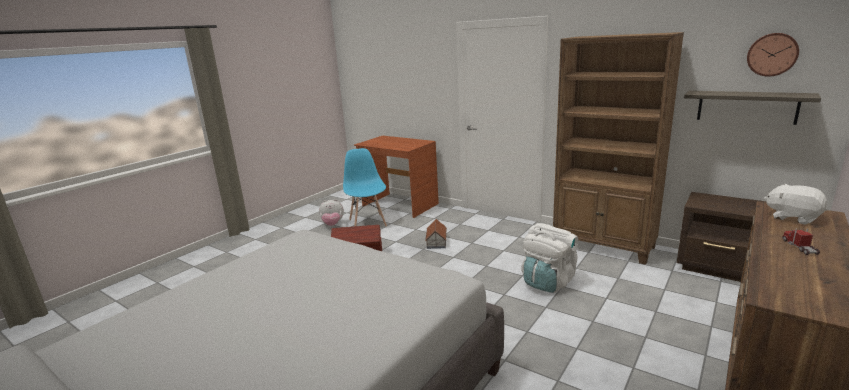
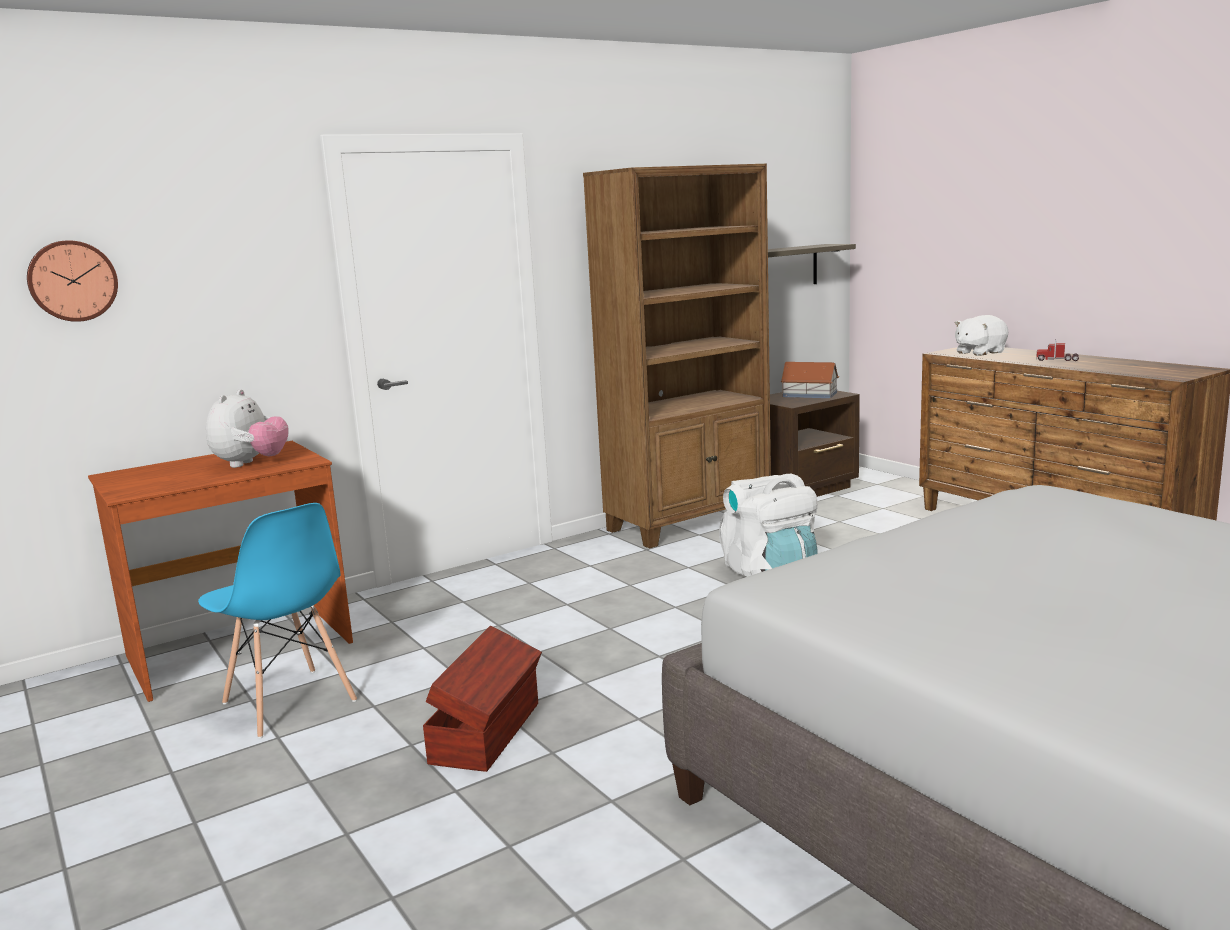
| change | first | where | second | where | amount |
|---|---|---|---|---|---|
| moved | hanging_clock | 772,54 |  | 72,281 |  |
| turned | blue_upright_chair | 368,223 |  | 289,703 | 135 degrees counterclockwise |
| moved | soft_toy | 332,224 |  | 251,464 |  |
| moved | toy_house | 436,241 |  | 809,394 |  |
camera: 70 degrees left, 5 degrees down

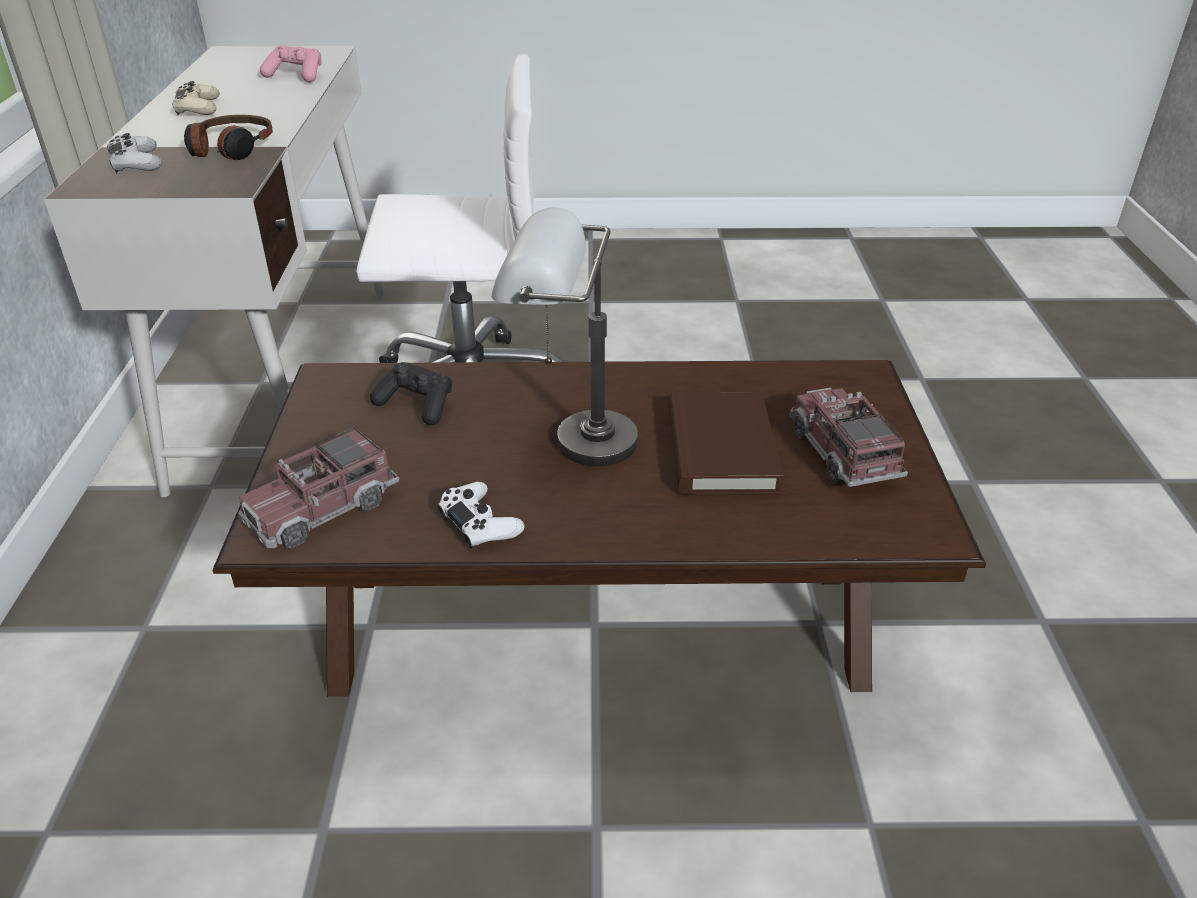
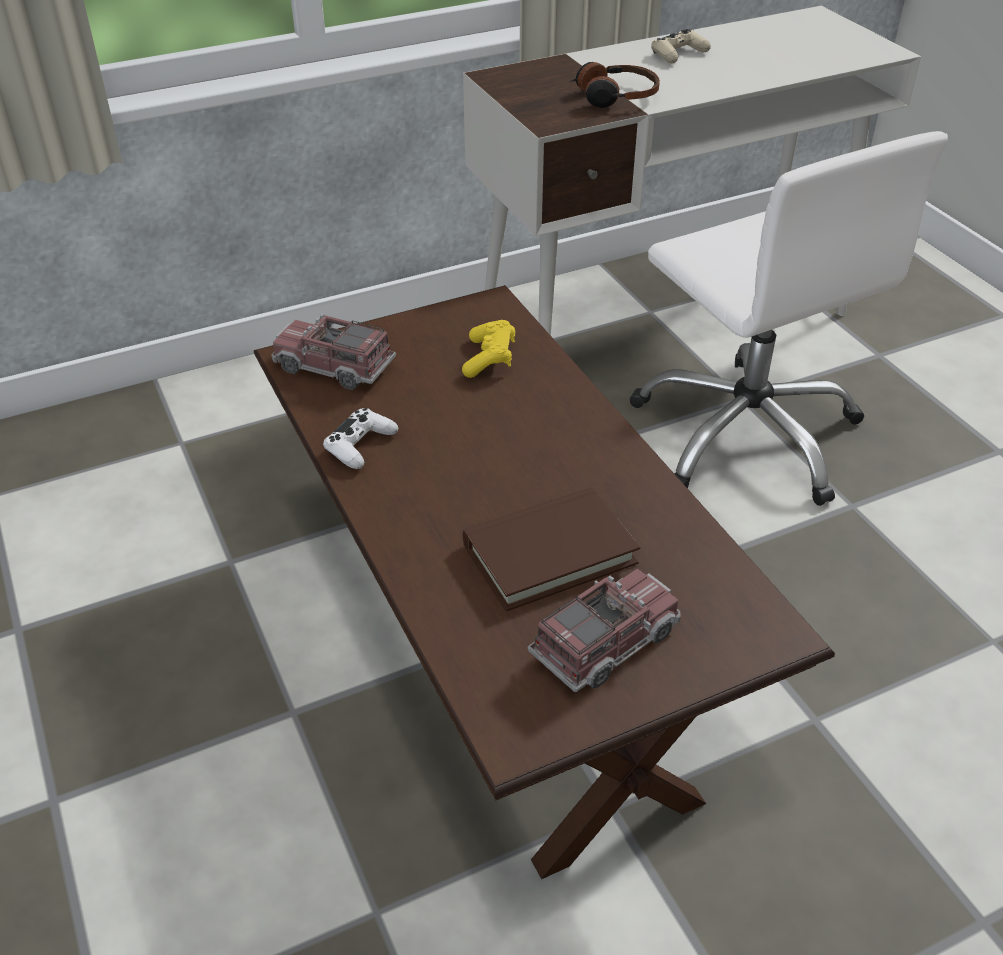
| change | first | where | second | where | amount |
|---|---|---|---|---|---|
| recoloured | black_game_controller | 417,405 | yellow-coloured_game_controller | 489,359 |  |
| removed | white_game_controller | 136,163 |  |  |  |
| removed | pink-coloured_game_controller | 296,76 |  |  |  |
| removed | grey_tabletop_lamp | 568,441 |  |  |  |
camera: 65 degrees right, 5 degrees up

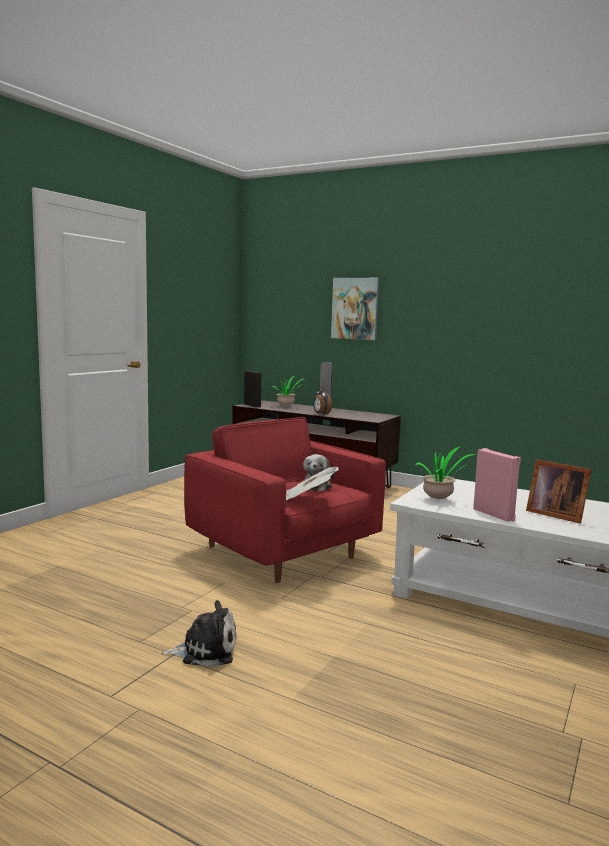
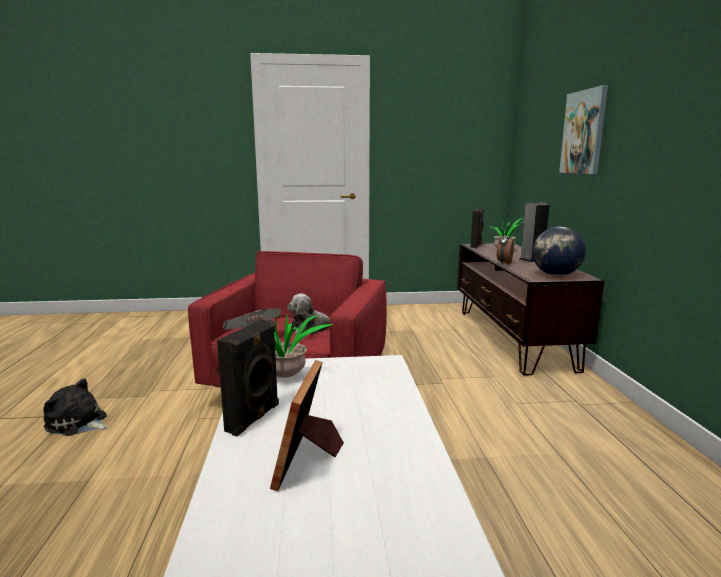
| change | first | where | second | where | amount |
|---|---|---|---|---|---|
| turned | soft_toy | 205,650 |  | 78,423 | 150 degrees clockwise |
| recoloured | pink-coloured_audio_speaker | 494,514 | black_audio_speaker | 254,418 |  |
| added |  |  | globe | 556,275 |  |
camera: 55 degrees right, 5 degrees up

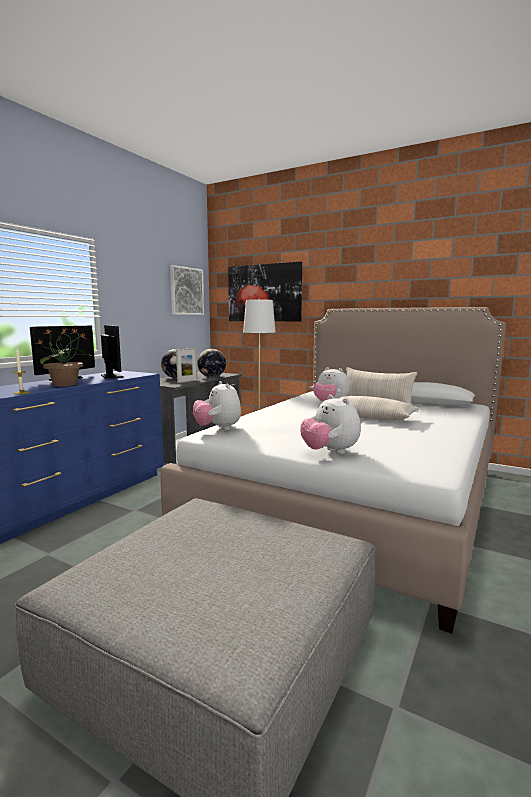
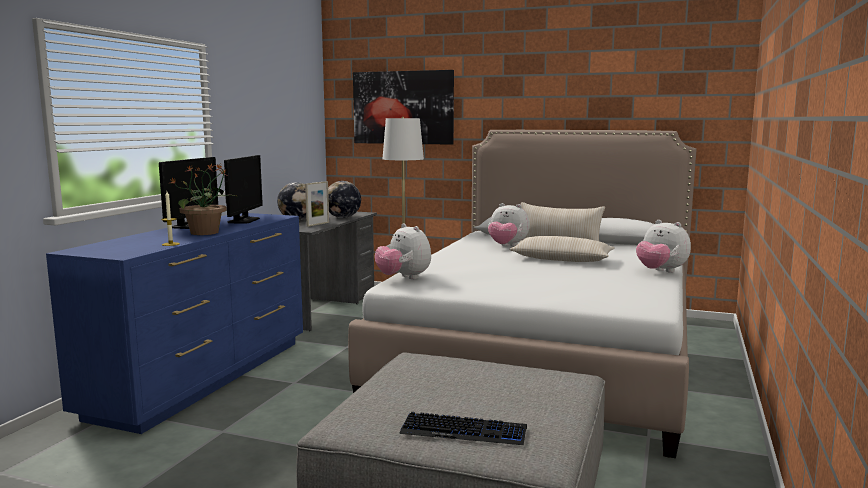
| change | first | where | second | where | amount |
|---|---|---|---|---|---|
| turned | monitor | 111,376 |  | 243,220 | 45 degrees clockwise |
| added |  |  | computer_keyboard | 464,431 |  |
| moved | soft_toy | 330,452 |  | 660,271 |  |
| removed | wall_art | 186,291 |  |  |  |
camera: 10 degrees left, 0 degrees up

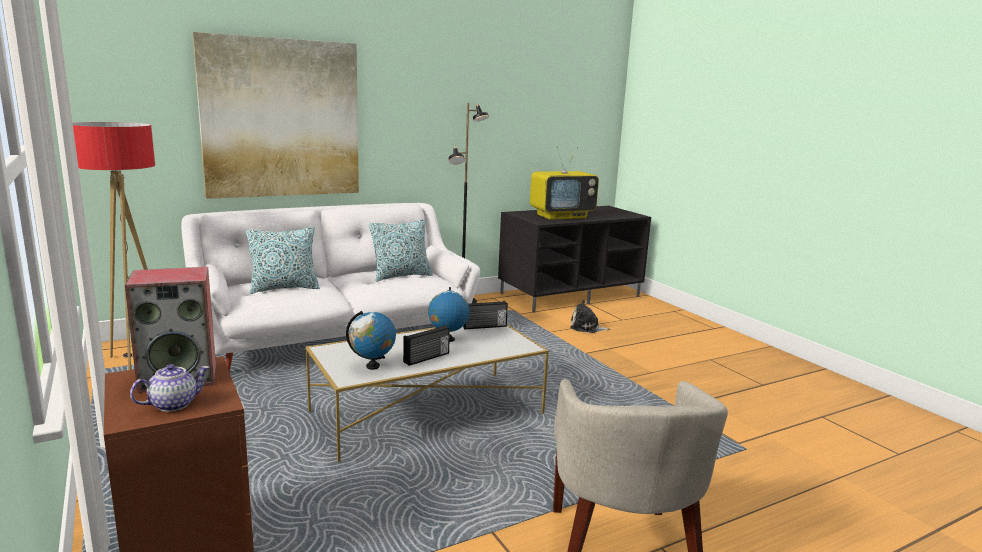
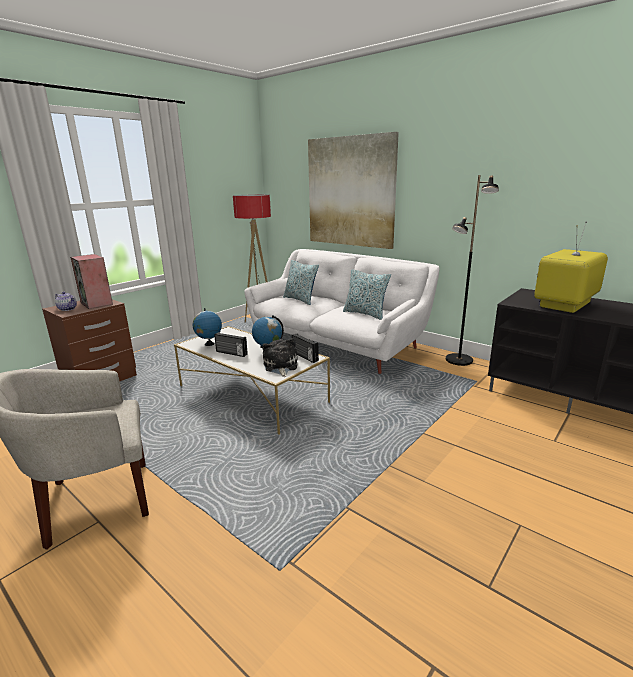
| change | first | where | second | where | amount |
|---|---|---|---|---|---|
| moved | soft_toy | 586,327 |  | 280,366 |  |
| turned | TV_set | 562,216 |  | 565,305 | 90 degrees clockwise |
camera: 70 degrees right, 5 degrees up

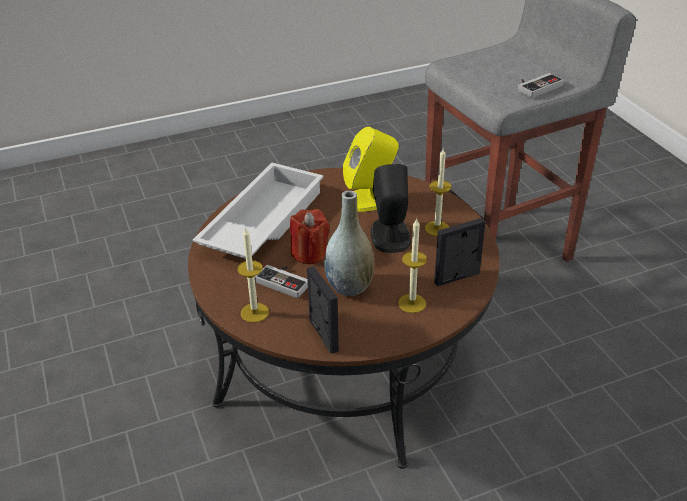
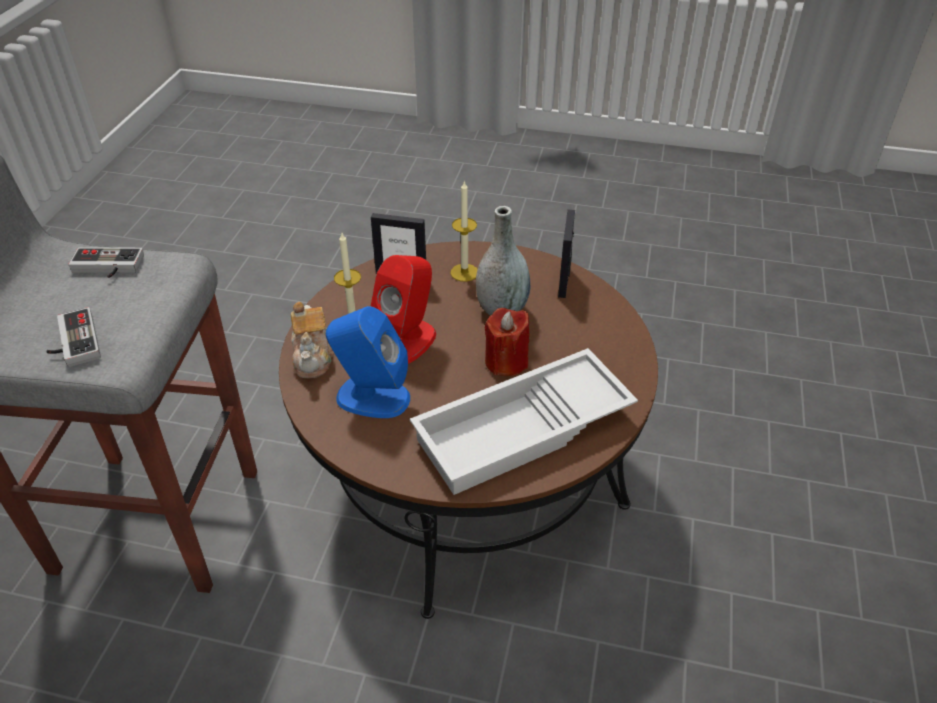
| change | first | where | second | where | amount |
|---|---|---|---|---|---|
| moved | game_controller | 285,281 |  | 72,342 |  |
| added |  |  | teapot | 313,357 |  |
| recoloured | yellow-coloured_audio_speaker | 370,199 | blue_audio_speaker | 372,397 |  |
| recoloured | black_audio_speaker | 390,236 | red-coloured_audio_speaker | 406,341 |  |
| removed | candle | 254,312 |  |  |  |
camera: 145 degrees left, 5 degrees up

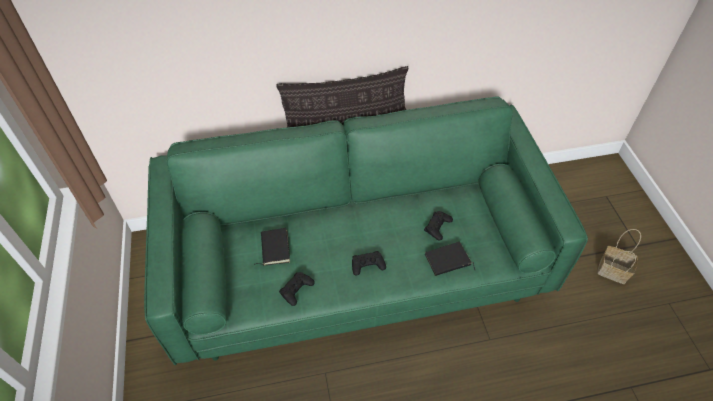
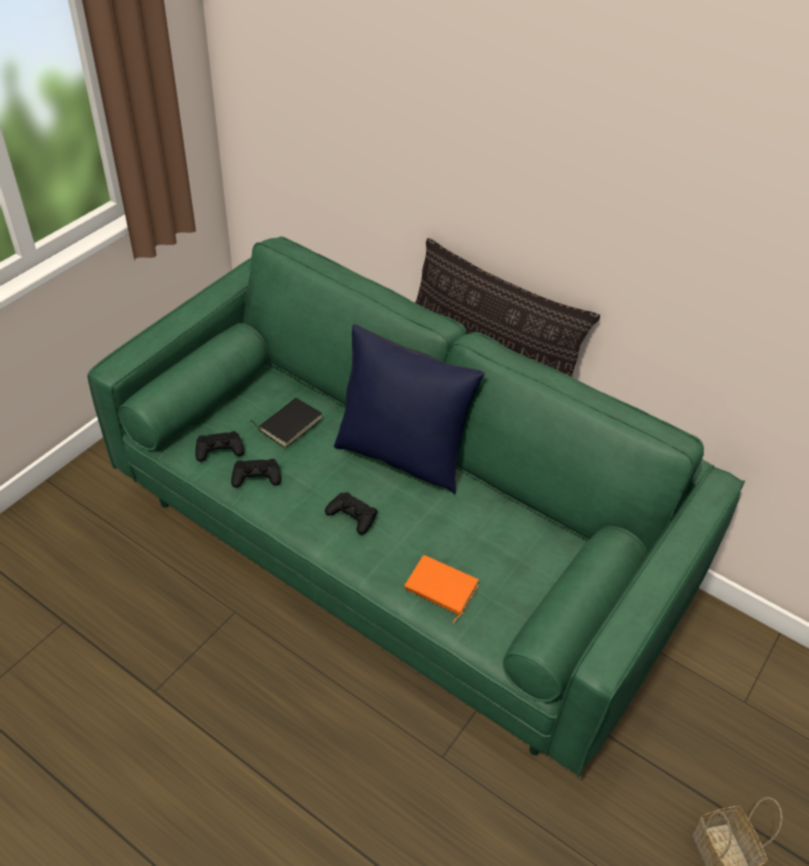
| change | first | where | second | where | amount |
|---|---|---|---|---|---|
| moved | black_game_controller | 437,227 |  | 219,450 |  |
| added |  |  | blue_pillow | 401,455 |  |
| recoloured | black_volume | 448,261 | orange-coloured_volume | 440,589 |  |
camera: 45 degrees right, 5 degrees down

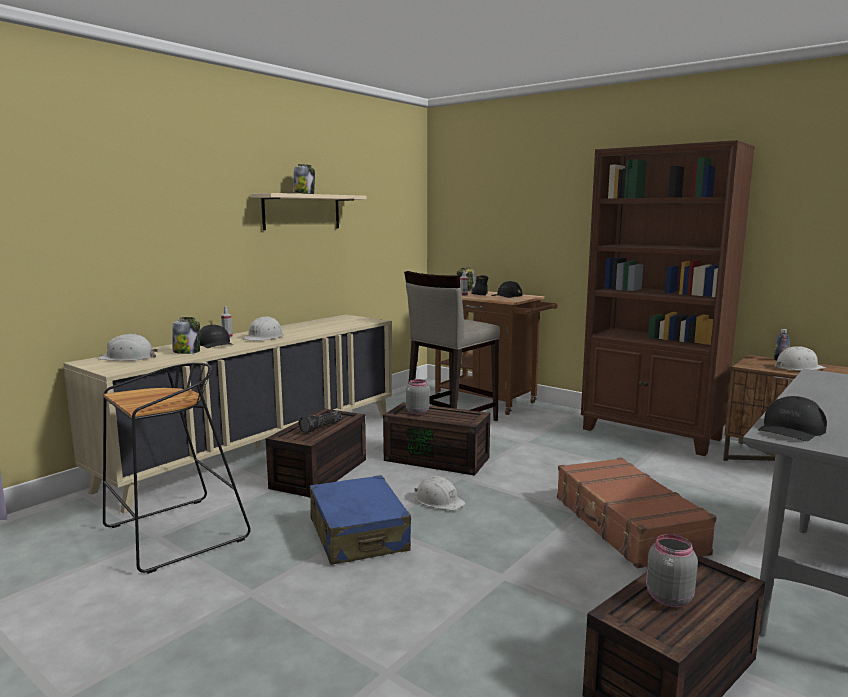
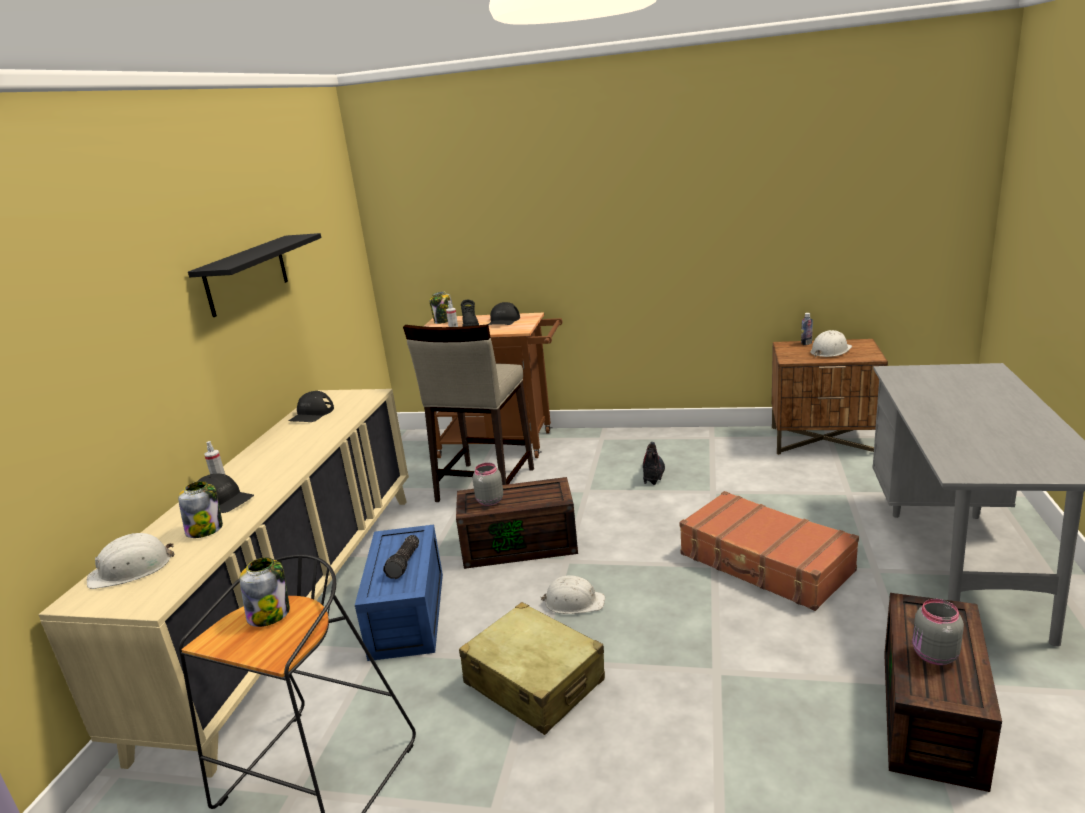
| change | first | where | second | where | amount |
|---|---|---|---|---|---|
| recoloured | beige_bracket_shelf | 302,212 | black_bracket_shelf | 247,275 |  |
| moved | jar | 304,194 |  | 270,614 |  |
| moved | black_cap | 790,429 |  | 311,414 |  |
| recoloured | brownish_storage_bin | 320,474 | blue_storage_bin | 409,615 |  |
| recoloured | blue_travel_case | 358,535 | beige_travel_case | 534,682 |  |
| added |  |  | boot | 653,473 |  |
| removed | white_work_helmet | 264,337 |  |  |  |
| removed | brownish_bookcase | 651,434 |  |  |  |
camera: 25 degrees left, 10 degrees up

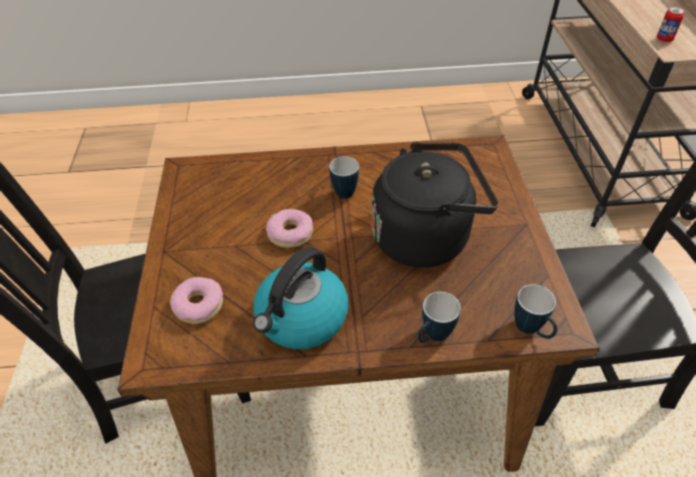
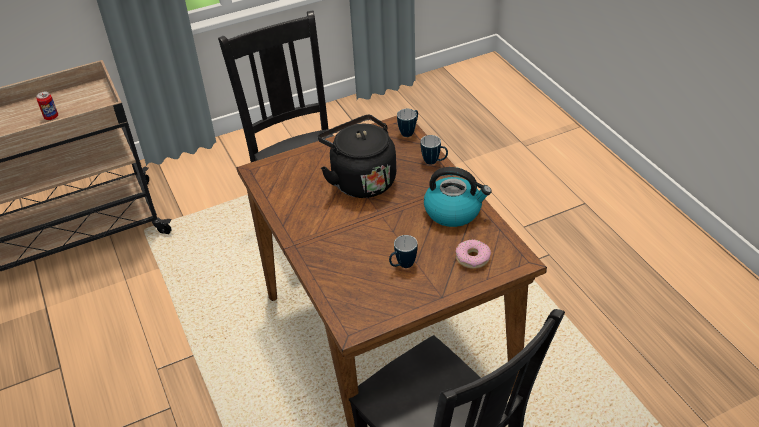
| change | first | where | second | where | amount |
|---|---|---|---|---|---|
| moved | mug | 343,189 |  | 402,266 |  |
| removed | ring_doughnut | 290,233 |  |  |  |
camera: 110 degrees left, 5 degrees down

